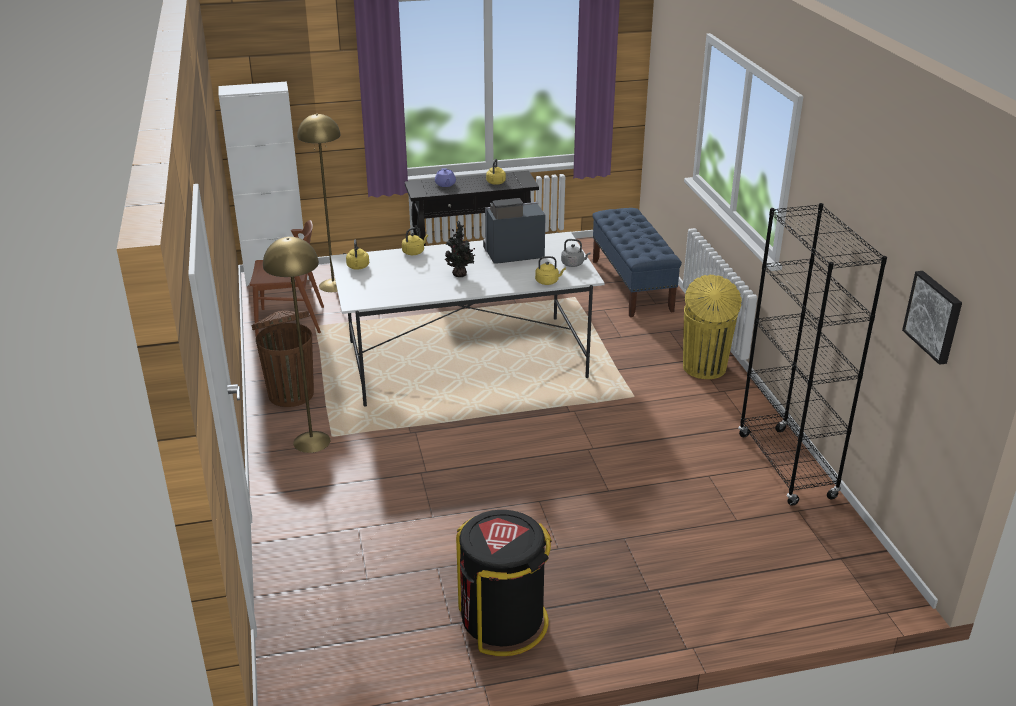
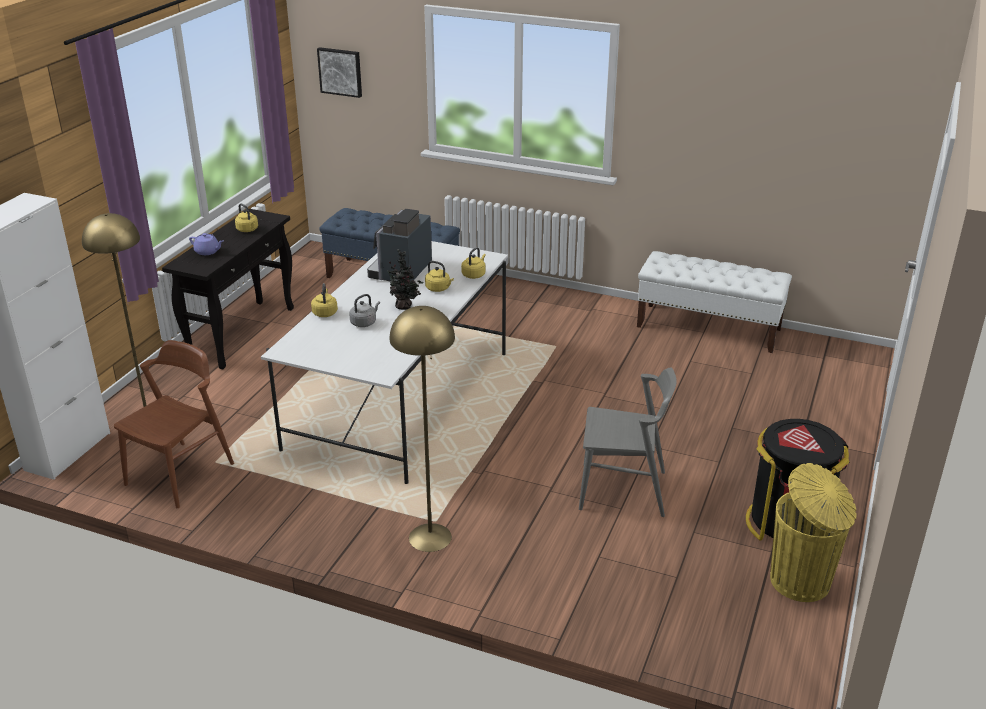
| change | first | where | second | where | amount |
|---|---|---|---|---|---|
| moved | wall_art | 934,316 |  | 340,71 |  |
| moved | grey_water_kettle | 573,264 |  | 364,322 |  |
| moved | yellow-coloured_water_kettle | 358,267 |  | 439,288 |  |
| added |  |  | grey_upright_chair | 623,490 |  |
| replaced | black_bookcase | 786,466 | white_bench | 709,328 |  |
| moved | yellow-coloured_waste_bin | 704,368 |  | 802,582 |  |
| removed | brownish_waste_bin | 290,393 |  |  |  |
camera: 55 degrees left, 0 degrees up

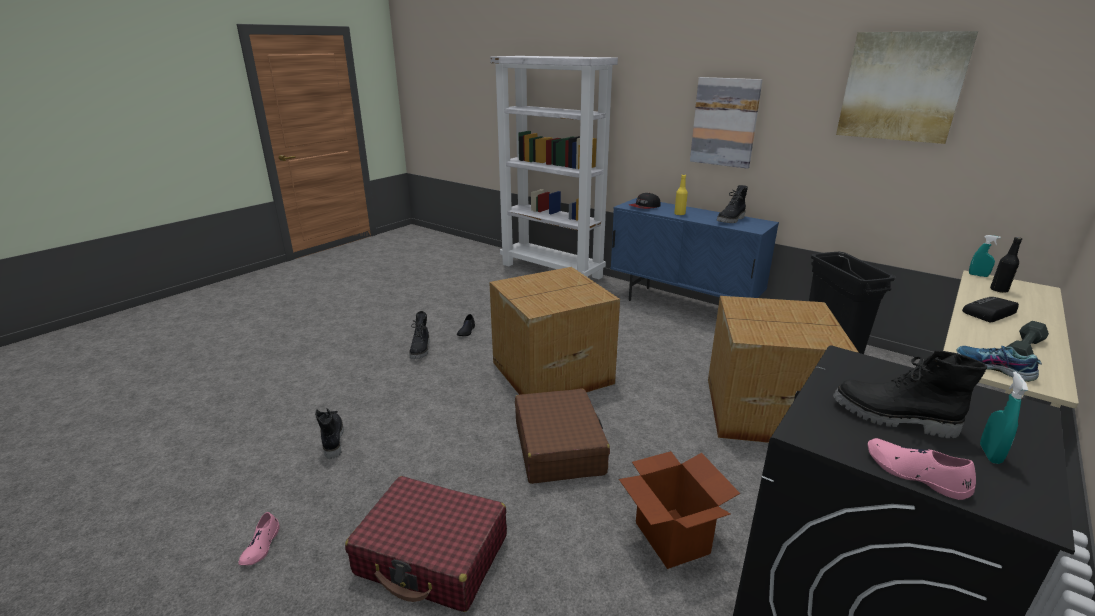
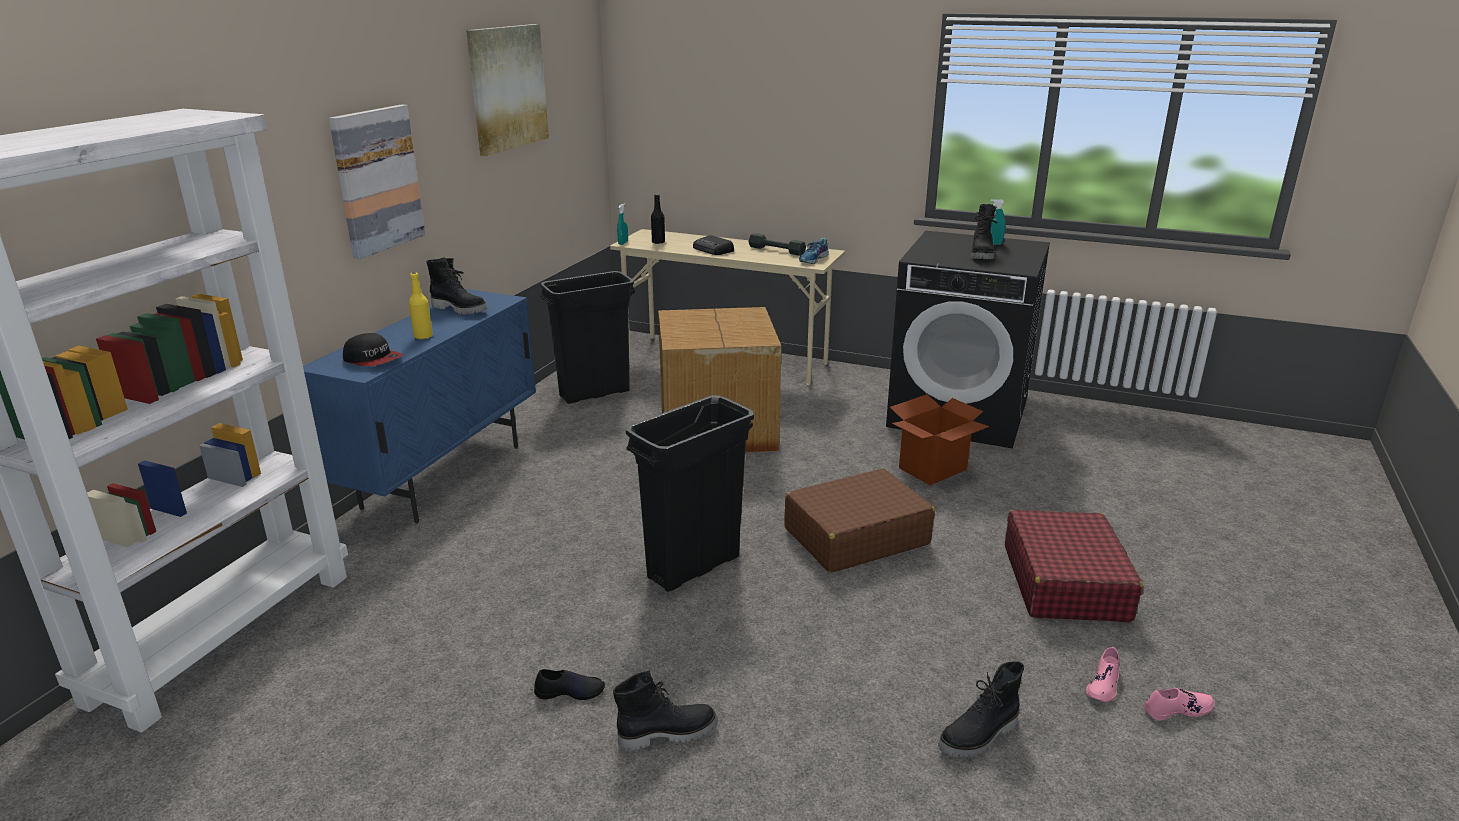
| change | first | where | second | where | amount |
|---|---|---|---|---|---|
| replaced | packing_box | 550,372 | black_waste_bin | 693,567 |  |
| moved | pink-coloured_low_shoe | 915,474 |  | 1103,685 |  |
camera: 105 degrees left, 0 degrees up

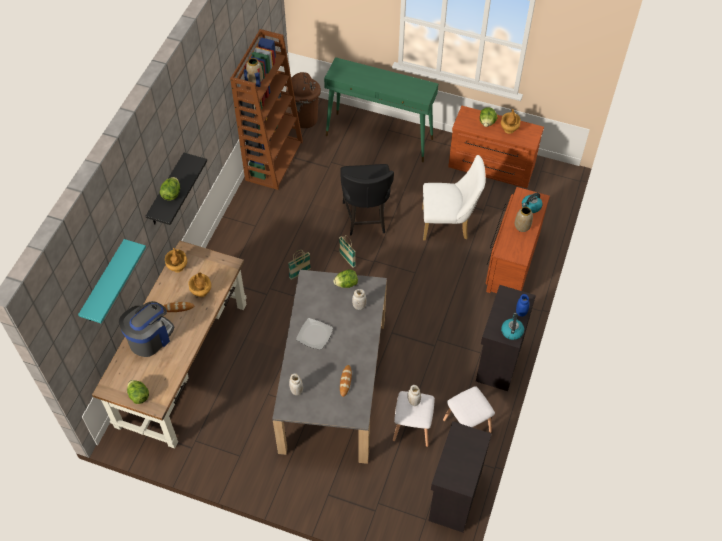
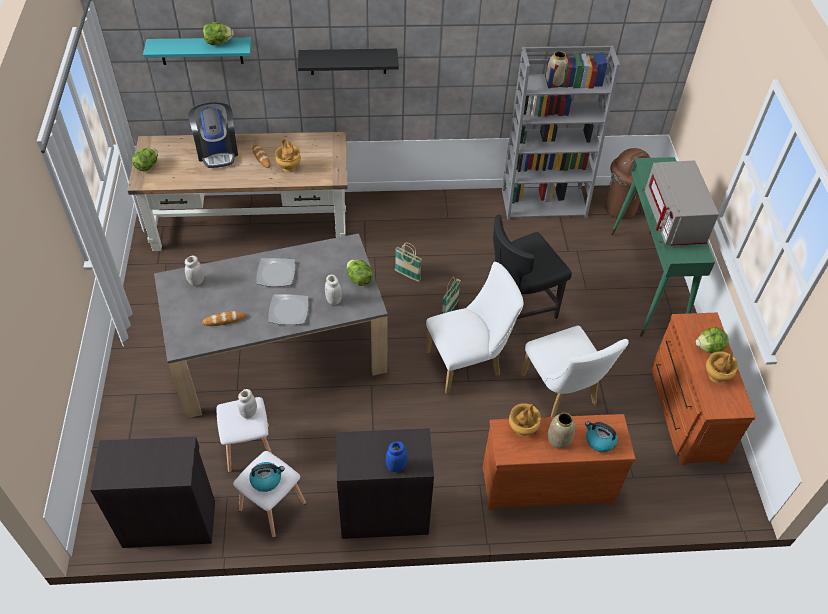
| change | first | where | second | where | amount |
|---|---|---|---|---|---|
| turned | coffee_machine | 150,338 |  | 217,151 | 60 degrees clockwise |
| moved | lettuce_head | 171,194 |  | 218,42 |  |
| moved | water_kettle | 511,331 |  | 266,479 |  |
| added |  |  | dinner_plate | 288,311 |  |
| added |  |  | white_upright_chair | 468,362 |  |
| recoloured | brownish_bookcase | 274,160 | grey_bookcase | 544,203 |  |
| moved | brownish_vase | 178,268 |  | 522,429 |  |
| added |  |  | grey_microwave_oven | 674,220 |  |
camera: 65 degrees right, 5 degrees down

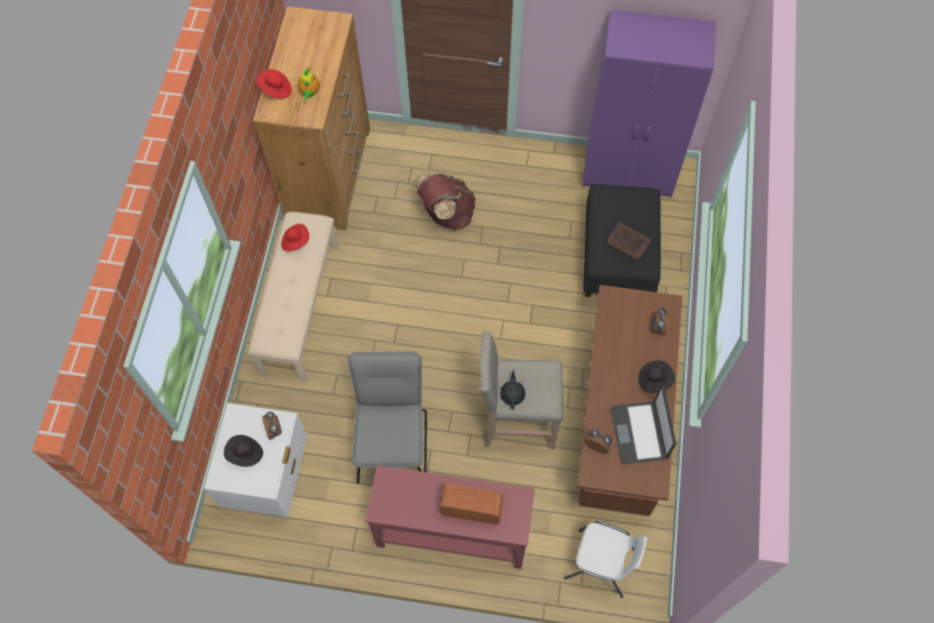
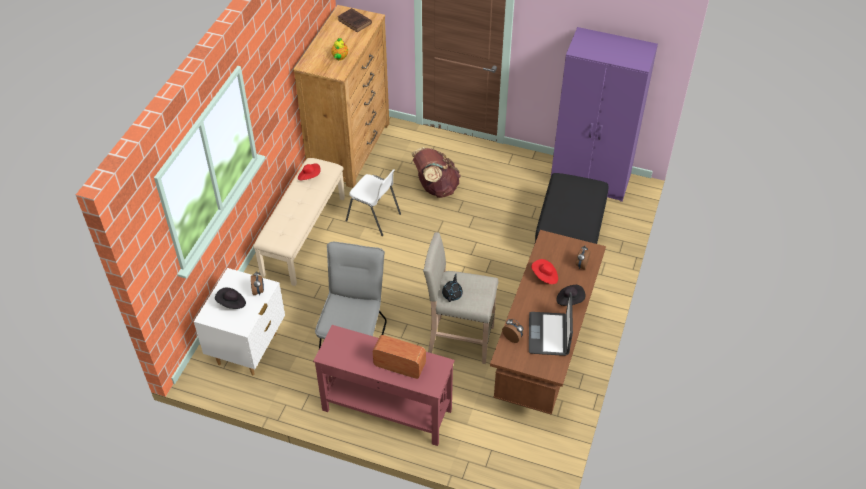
| change | first | where | second | where | amount |
|---|---|---|---|---|---|
| moved | brownish_volume | 629,243 |  | 355,22 |  |
| moved | white_upright_chair | 601,565 |  | 374,217 |  |
| moved | red-coloured_wearable_hat | 276,90 |  | 544,277 |  |
camera: 10 degrees right, 15 degrees down

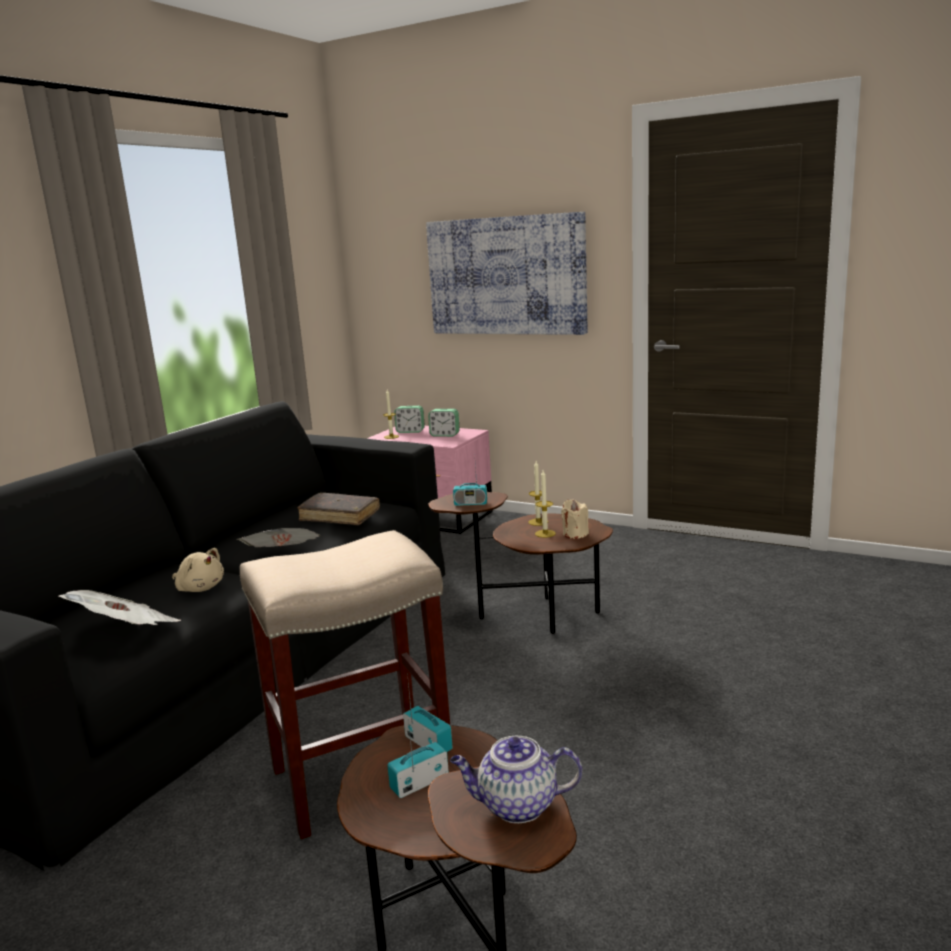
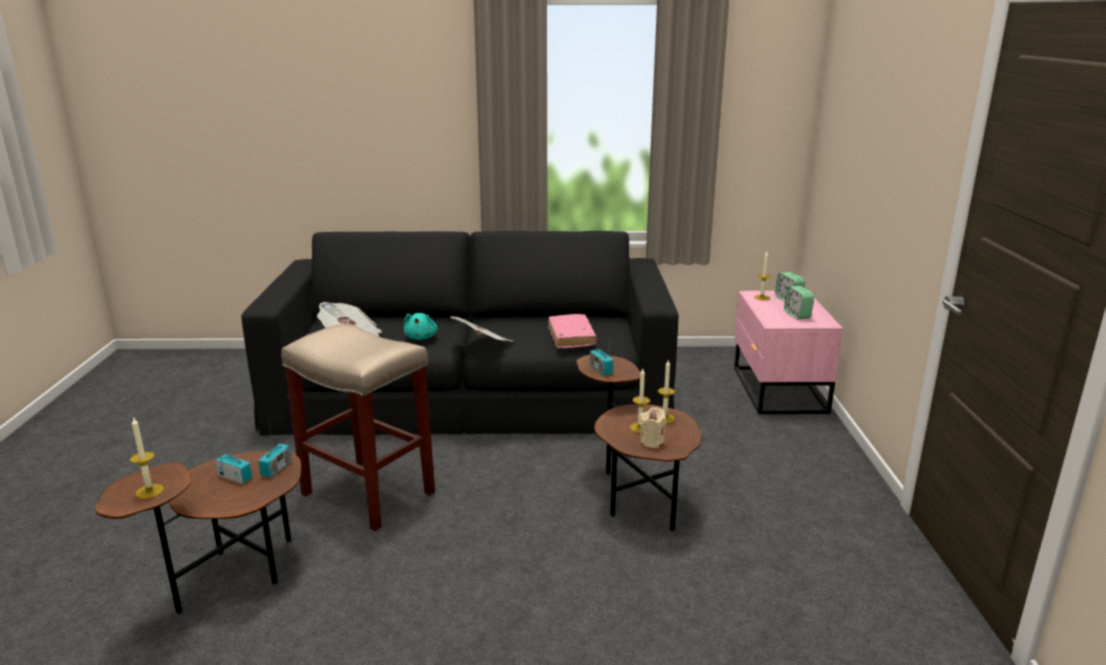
| change | first | where | second | where | amount |
|---|---|---|---|---|---|
| replaced | teapot | 516,806 | candle | 149,491 |  |
| recoloured | beige_soft_toy | 200,588 | turquoise-coloured_soft_toy | 421,337 |  |
| recoloured | brownish_volume | 340,516 | pink-coloured_volume | 571,337 |  |
| removed | wall_art | 507,275 |  |  |  |
camera: 60 degrees right, 5 degrees up

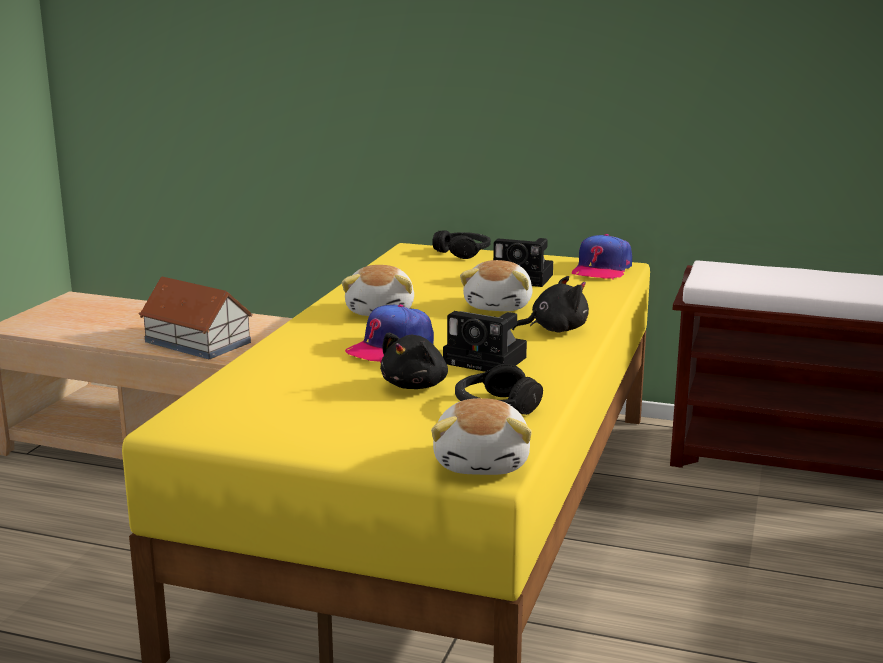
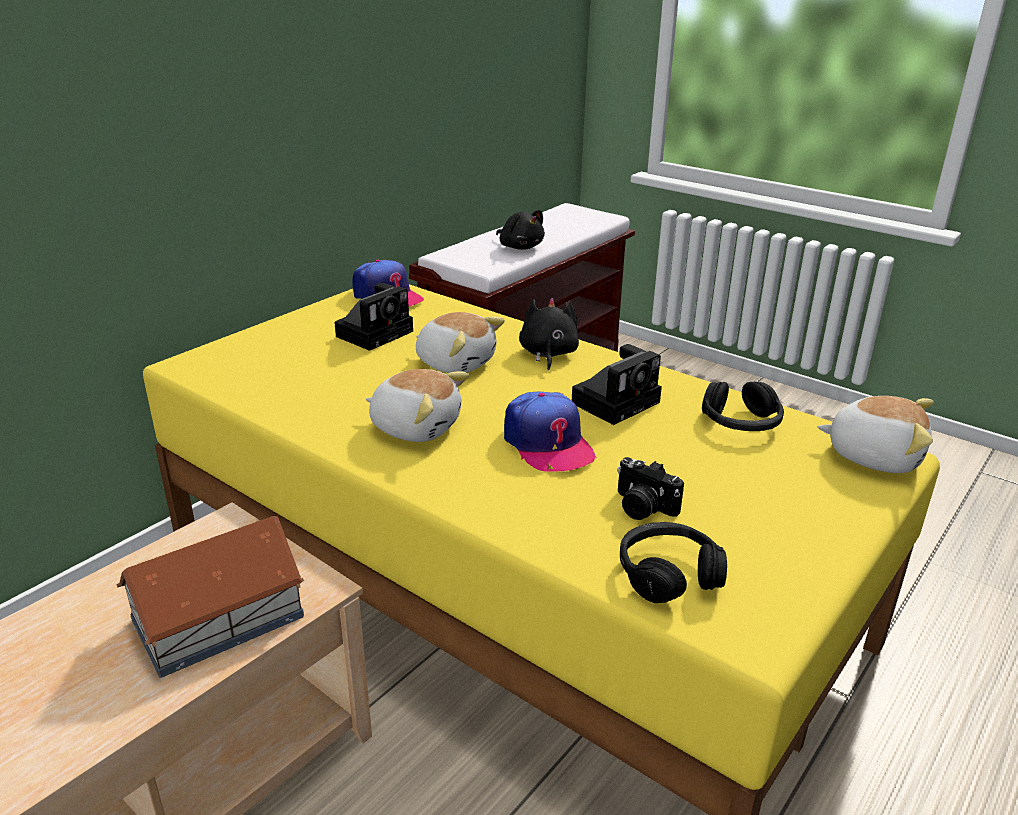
| change | first | where | second | where | amount |
|---|---|---|---|---|---|
| moved | black_soft_toy | 416,385 |  | 520,247 |  |
| added |  |  | photo_camera | 642,508 |  |
| moved | black_pair_of_headphones | 463,253 |  | 668,574 |  |
camera: 70 degrees left, 10 degrees up

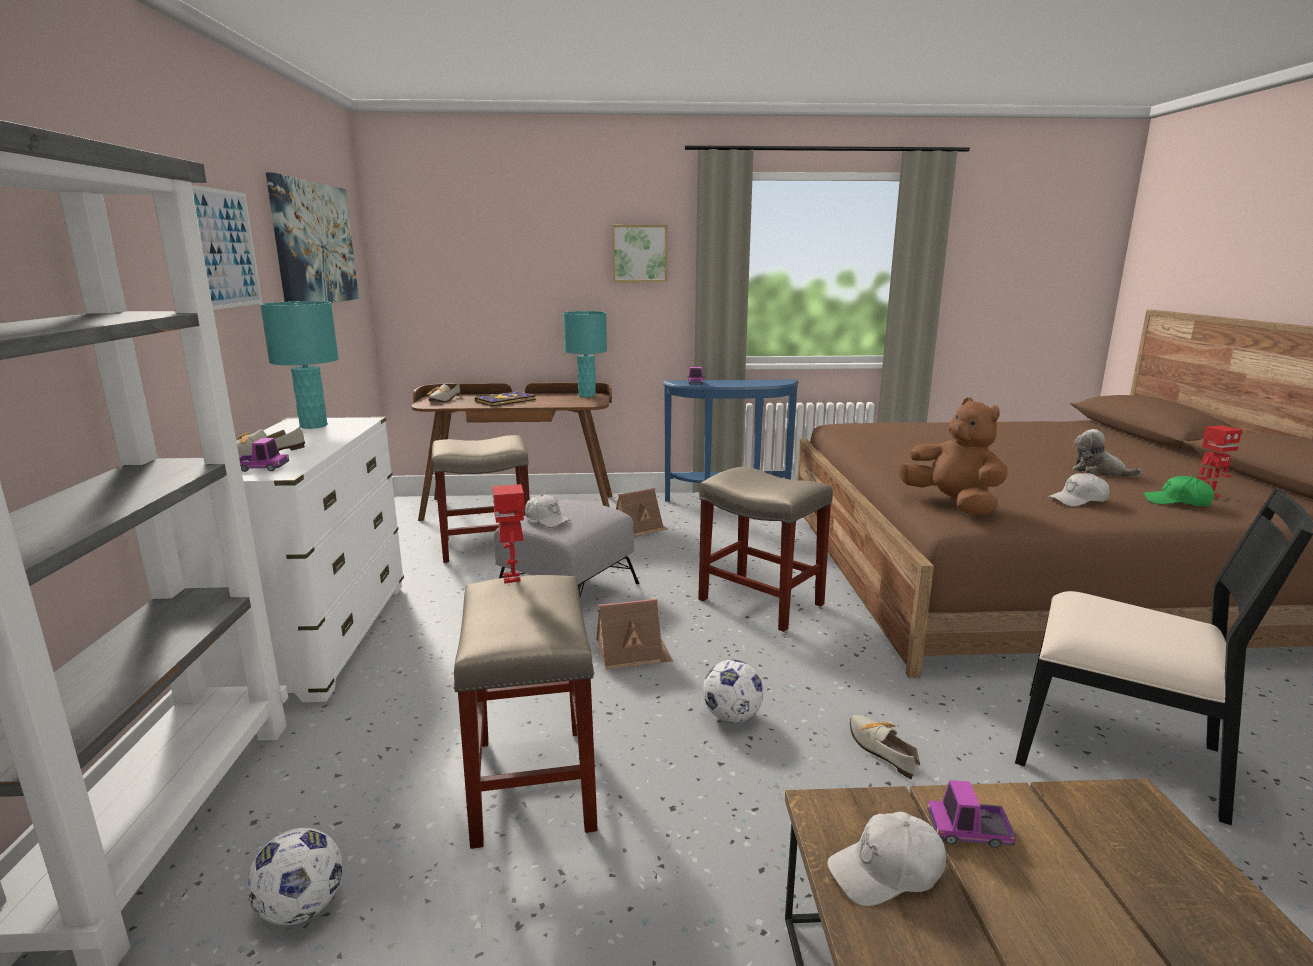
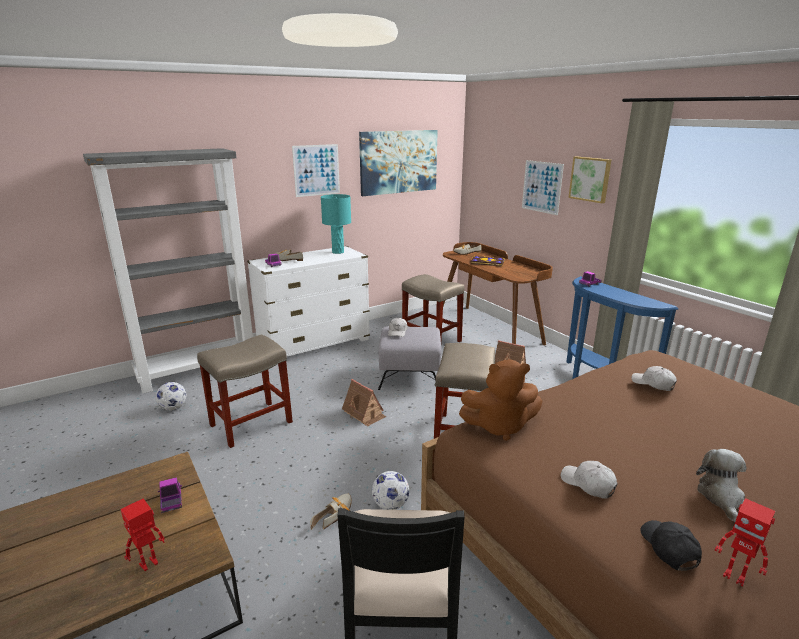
| change | first | where | second | where | amount |
|---|---|---|---|---|---|
| moved | robot_figure | 513,578 |  | 149,564 |  |
| moved | ball_for_football | 732,716 |  | 390,505 |  |
| turned | brownish_soft_toy | 952,504 |  | 499,426 | 60 degrees clockwise |
| added |  |  | wall_art | 541,187 |  |
| moved | white_cap | 887,871 |  | 653,384 |  |
| recoloured | green_cap | 1177,502 | black_cap | 669,548 |  |
| removed | turquoise-coloured_tabletop_lamp | 587,395 |  |  |  |
camera: 60 degrees right, 5 degrees up

